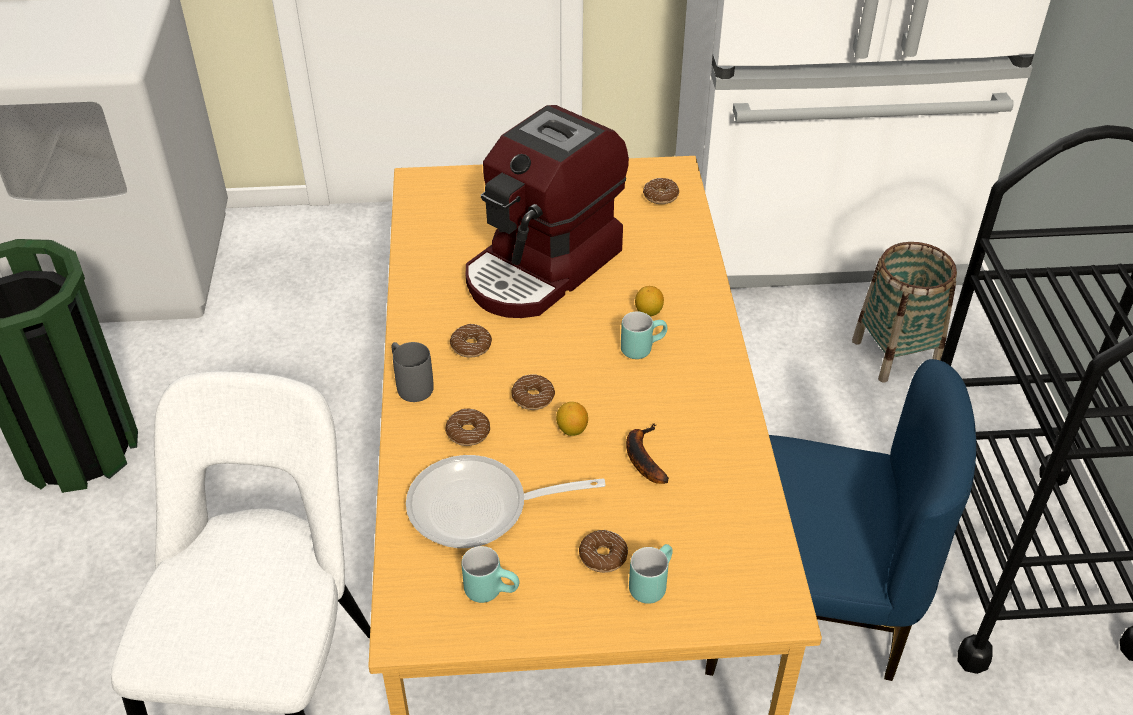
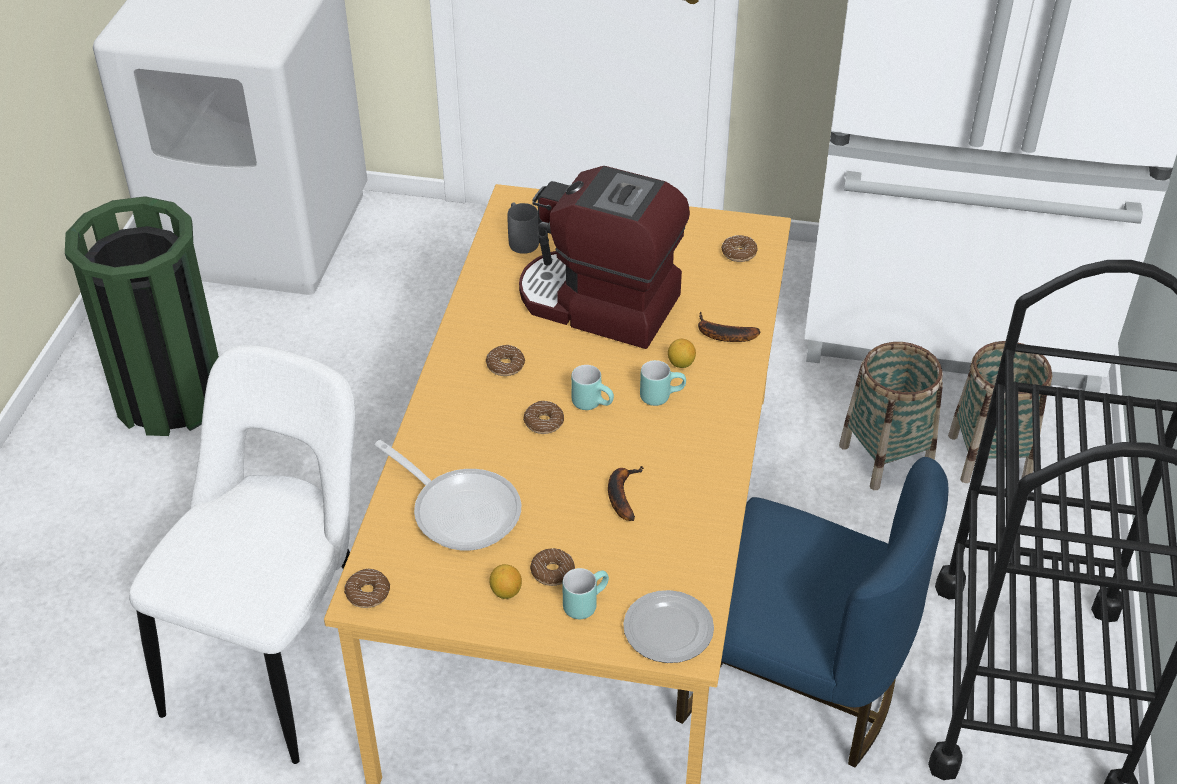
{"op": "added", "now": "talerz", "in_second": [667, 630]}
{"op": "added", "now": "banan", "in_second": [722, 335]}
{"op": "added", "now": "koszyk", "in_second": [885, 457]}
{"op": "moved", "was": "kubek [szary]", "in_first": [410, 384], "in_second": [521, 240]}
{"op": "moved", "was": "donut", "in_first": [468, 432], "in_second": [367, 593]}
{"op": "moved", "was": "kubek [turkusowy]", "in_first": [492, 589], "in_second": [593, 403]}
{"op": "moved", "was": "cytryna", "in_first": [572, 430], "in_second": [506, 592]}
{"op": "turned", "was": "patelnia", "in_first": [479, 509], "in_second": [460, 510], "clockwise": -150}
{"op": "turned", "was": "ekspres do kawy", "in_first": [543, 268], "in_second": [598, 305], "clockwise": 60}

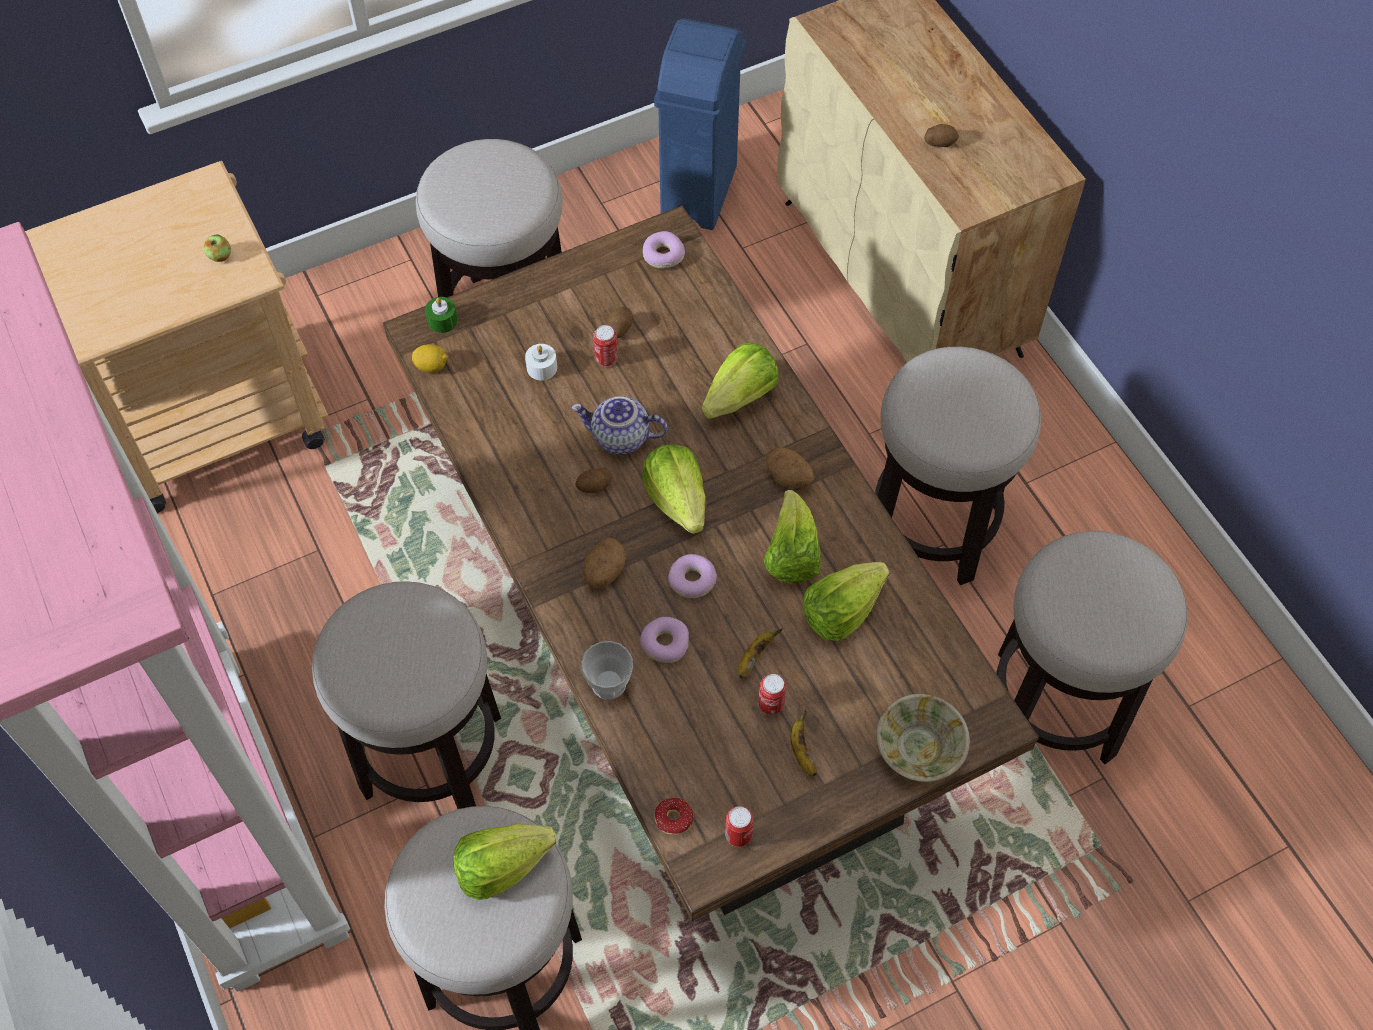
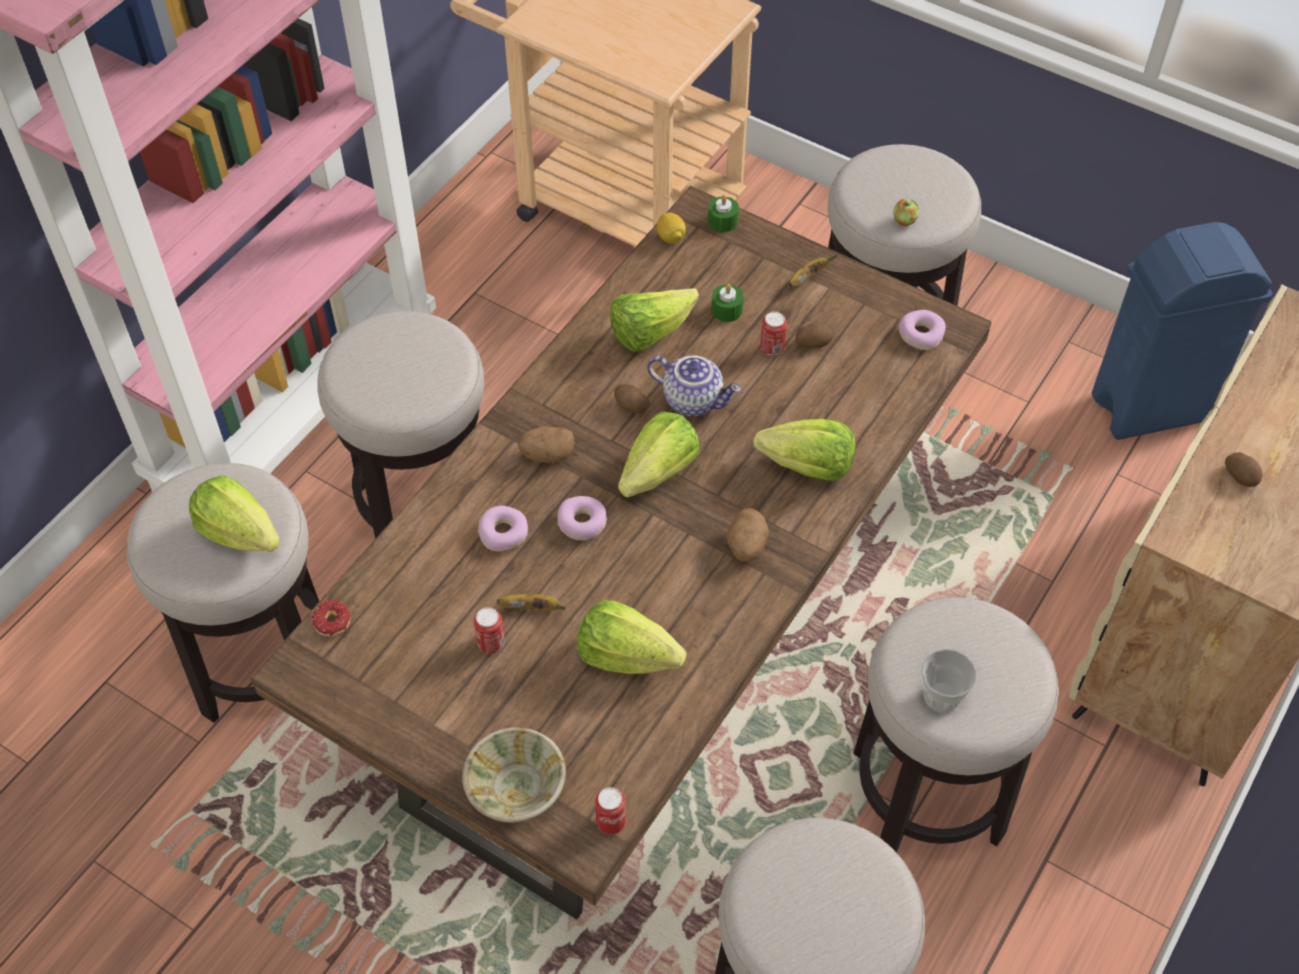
{"op": "moved", "was": "jabłko", "in_first": [220, 256], "in_second": [904, 220]}
{"op": "moved", "was": "filiżanka", "in_first": [608, 683], "in_second": [942, 696]}
{"op": "moved", "was": "puszka", "in_first": [738, 835], "in_second": [611, 822]}
{"op": "moved", "was": "sałata", "in_first": [791, 555], "in_second": [650, 333]}
{"op": "moved", "was": "banan", "in_first": [801, 751], "in_second": [807, 278]}
{"op": "recoloured", "was": "świeca [biały]", "now": "świeca [zielony]", "in_first": [542, 368], "in_second": [726, 310]}
{"op": "turned", "was": "imbryk", "in_first": [620, 438], "in_second": [694, 399], "clockwise": 135}

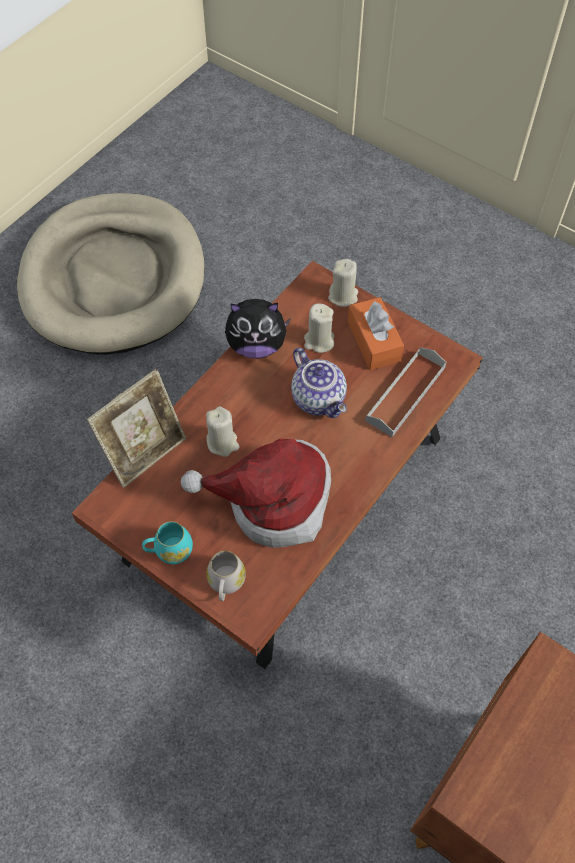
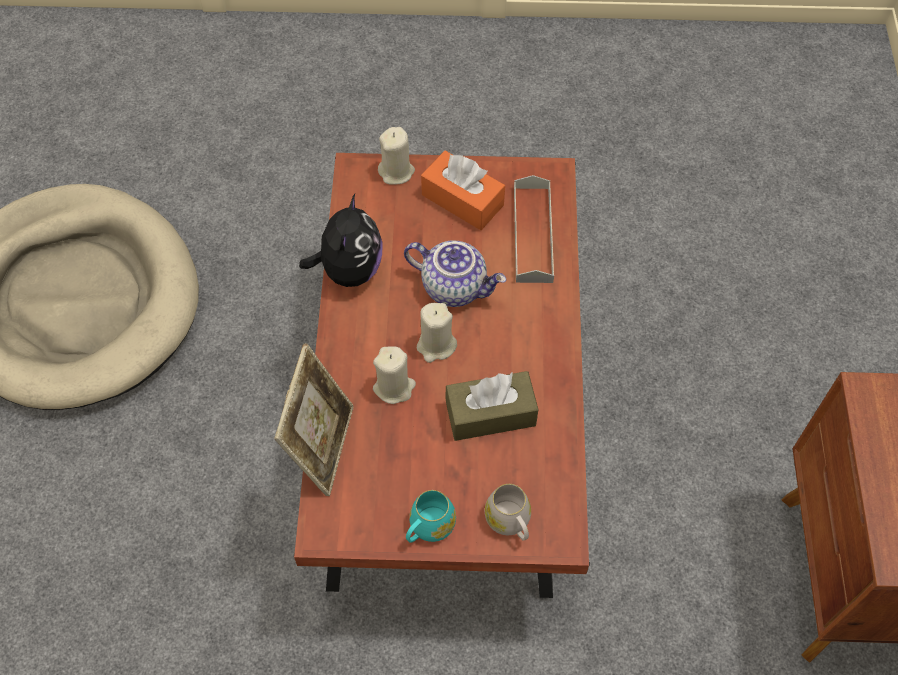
{"op": "moved", "was": "świeca [beżowy]", "in_first": [319, 341], "in_second": [436, 345]}
{"op": "replaced", "was": "kapelusz", "now": "pudełko chusteczek [brązowy]", "in_first": [272, 501], "in_second": [490, 414]}
{"op": "turned", "was": "pluszak", "in_first": [256, 345], "in_second": [349, 270], "clockwise": -45}

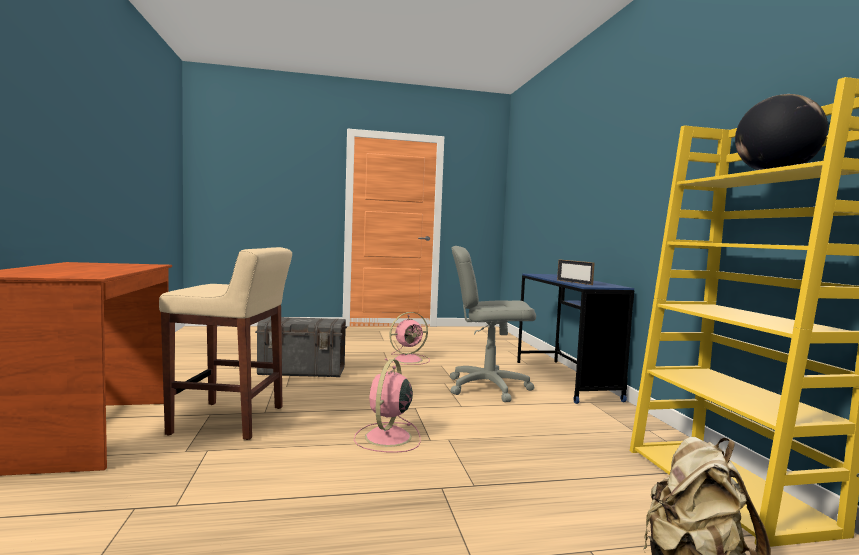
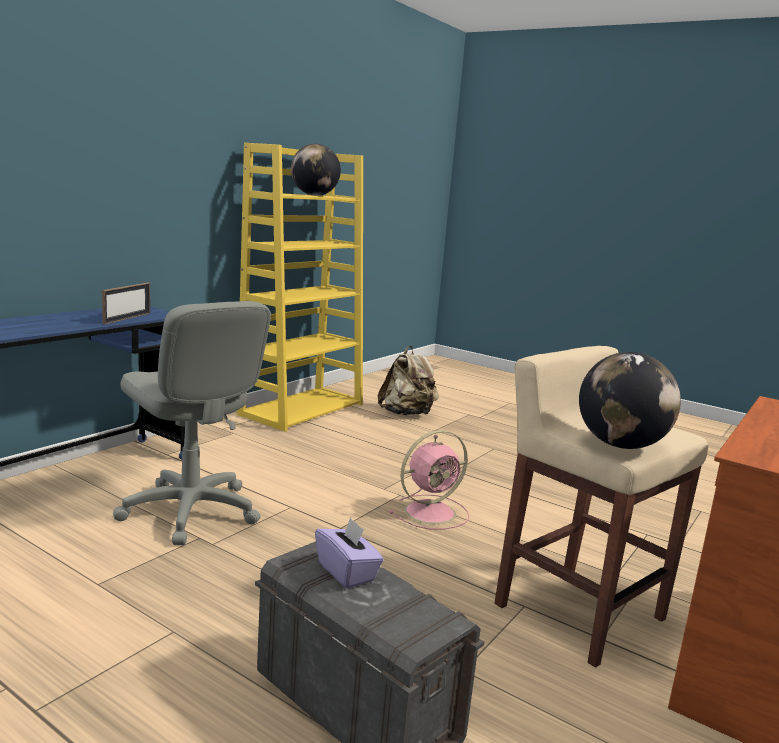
{"op": "removed", "was": "wentylator [różowy]", "in_first": [409, 359]}
{"op": "added", "now": "pudełko chusteczek [fioletowy]", "in_second": [347, 572]}
{"op": "added", "now": "globus", "in_second": [620, 445]}

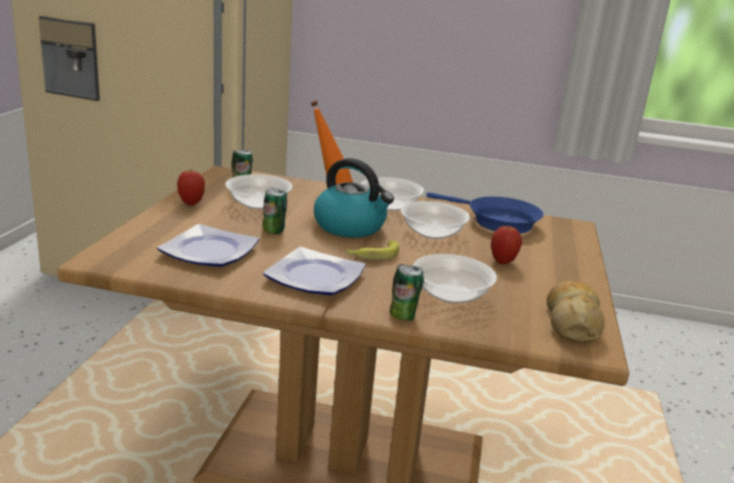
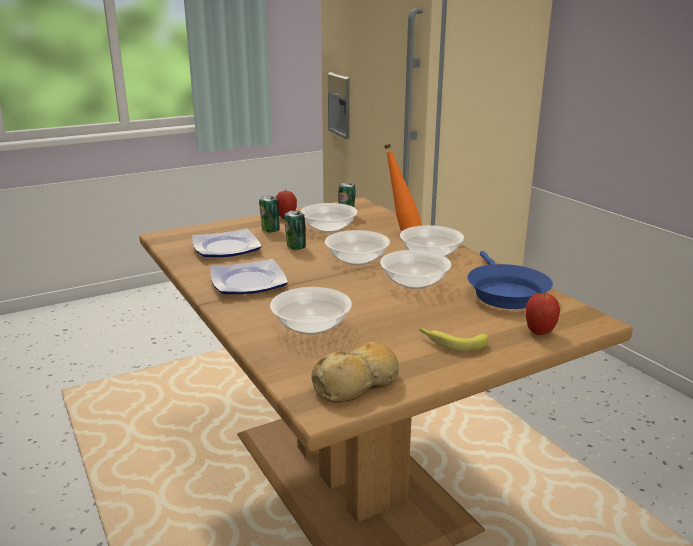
{"op": "moved", "was": "banan", "in_first": [372, 255], "in_second": [451, 342]}
{"op": "moved", "was": "puszka", "in_first": [403, 316], "in_second": [270, 230]}
{"op": "moved", "was": "jabłko", "in_first": [502, 262], "in_second": [539, 332]}
{"op": "replaced", "was": "czajnik", "now": "miska", "in_first": [350, 227], "in_second": [357, 260]}

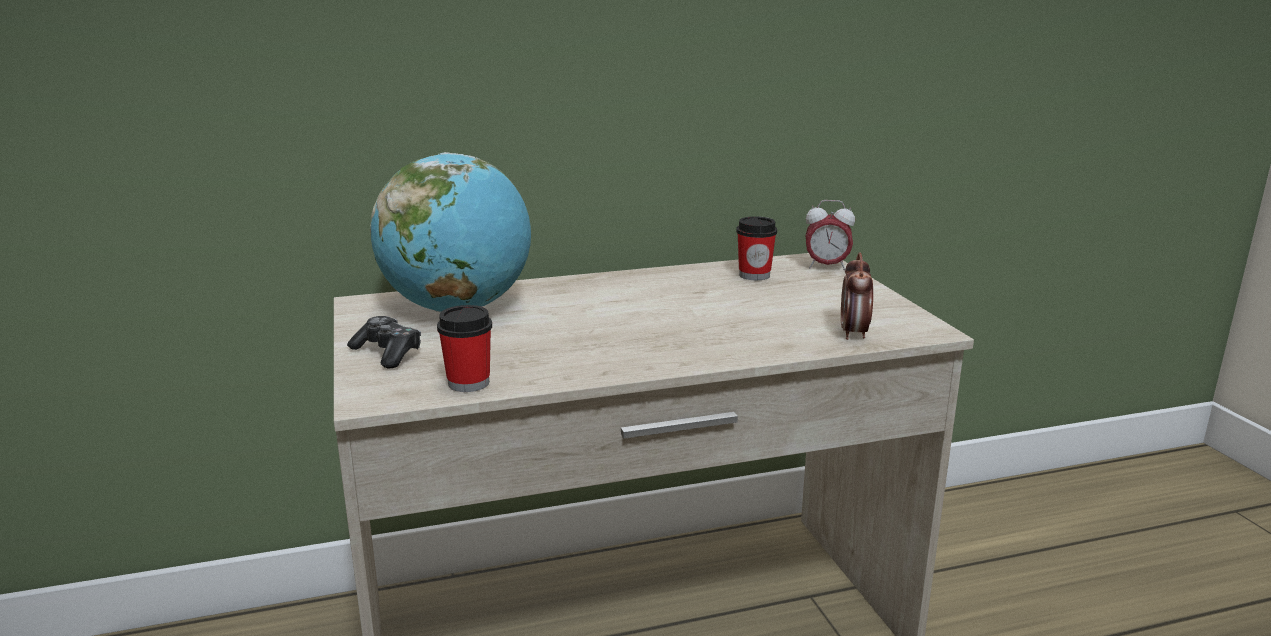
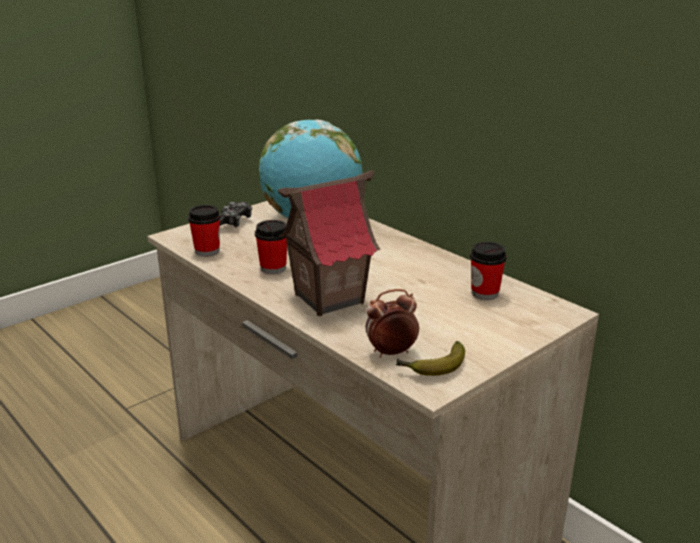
{"op": "removed", "was": "budzik", "in_first": [826, 267]}
{"op": "added", "now": "filiżanka", "in_second": [273, 268]}
{"op": "added", "now": "domek", "in_second": [328, 298]}
{"op": "added", "now": "banan", "in_second": [433, 367]}

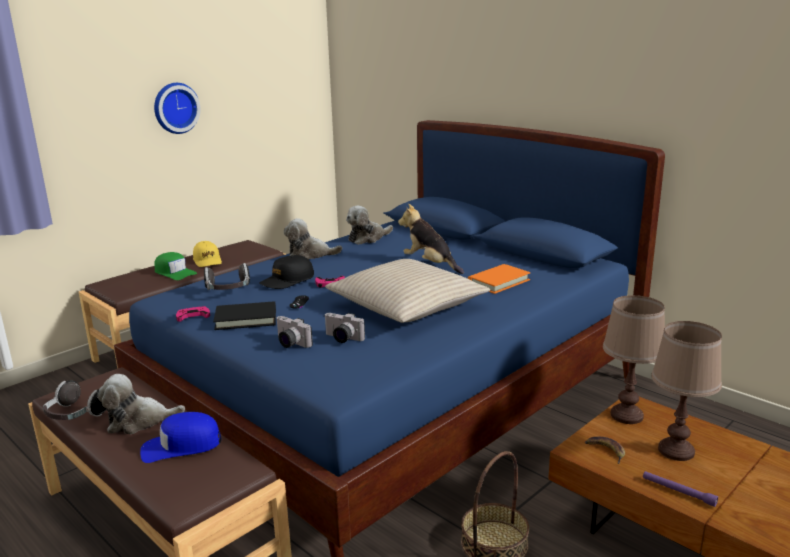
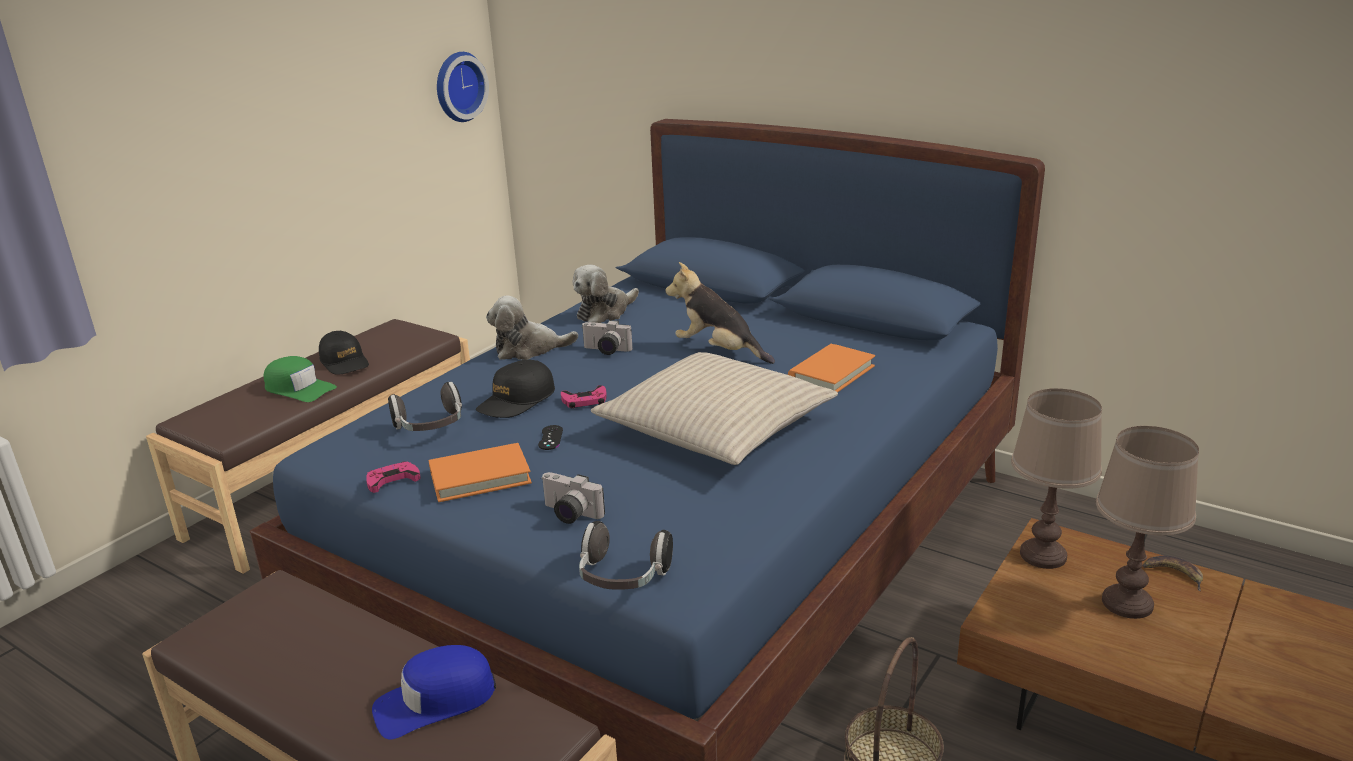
{"op": "removed", "was": "pluszak", "in_first": [139, 421]}
{"op": "removed", "was": "latarka [fioletowy]", "in_first": [678, 492]}
{"op": "moved", "was": "słuchawki", "in_first": [75, 415], "in_second": [623, 578]}
{"op": "moved", "was": "zegar ścienny", "in_first": [175, 108], "in_second": [457, 86]}
{"op": "moved", "was": "aparat fotograficzny", "in_first": [342, 339], "in_second": [605, 351]}
{"op": "moved", "was": "banan", "in_first": [605, 450], "in_second": [1173, 574]}
{"op": "recoloured", "was": "czapka z daszkiem [żółty]", "now": "czapka z daszkiem [czarny]", "in_first": [207, 261], "in_second": [344, 362]}
{"op": "recoloured", "was": "książka [czarny]", "now": "książka [pomarańczowy]", "in_first": [246, 319], "in_second": [480, 477]}

